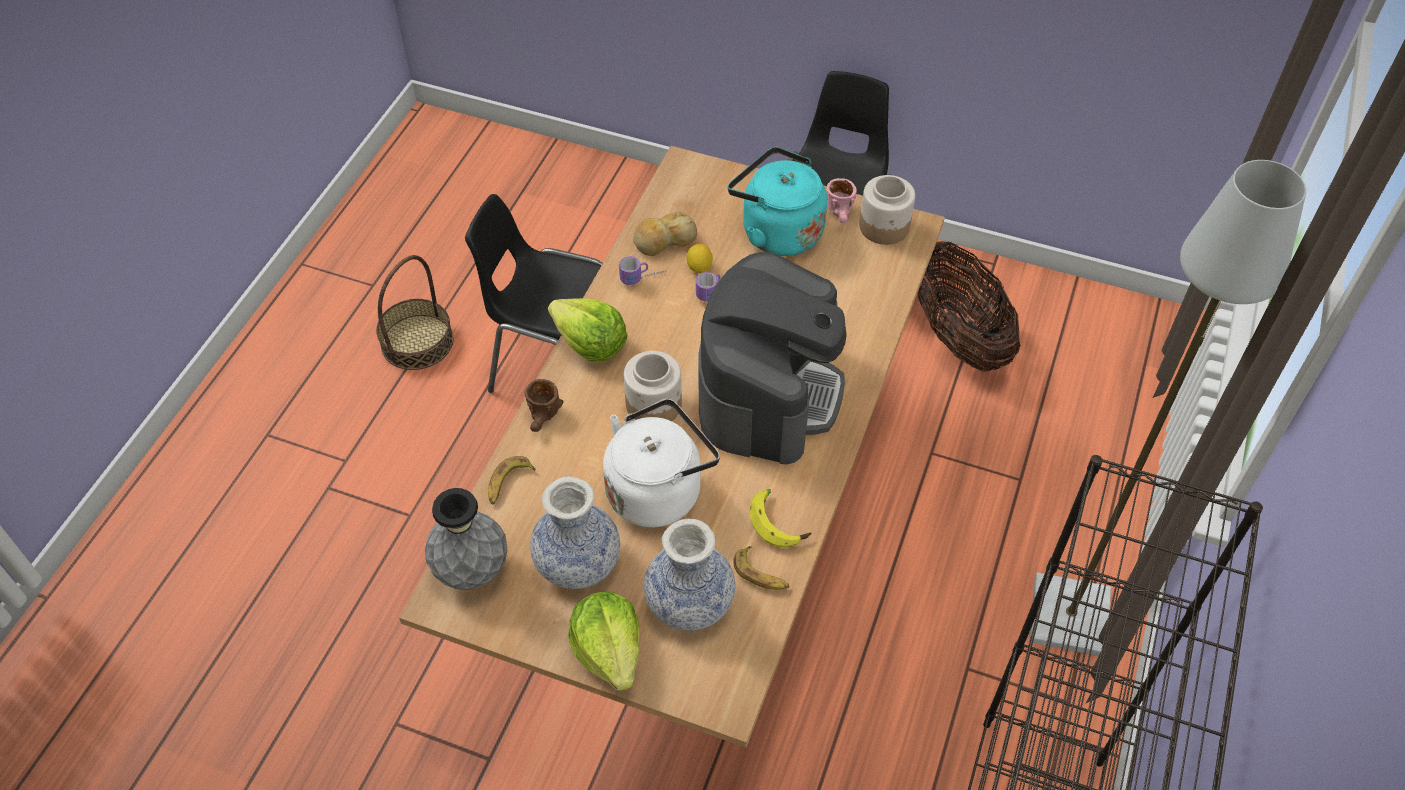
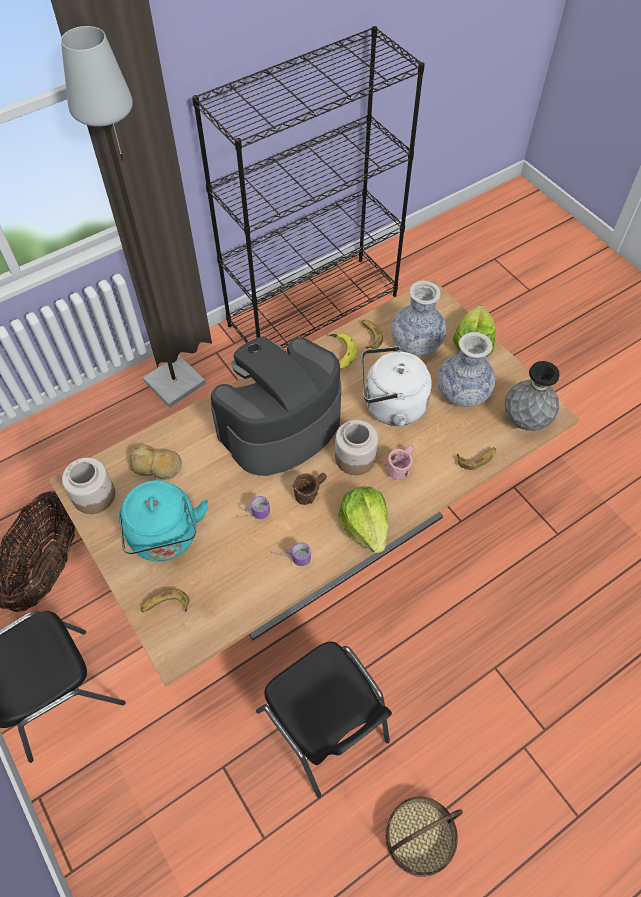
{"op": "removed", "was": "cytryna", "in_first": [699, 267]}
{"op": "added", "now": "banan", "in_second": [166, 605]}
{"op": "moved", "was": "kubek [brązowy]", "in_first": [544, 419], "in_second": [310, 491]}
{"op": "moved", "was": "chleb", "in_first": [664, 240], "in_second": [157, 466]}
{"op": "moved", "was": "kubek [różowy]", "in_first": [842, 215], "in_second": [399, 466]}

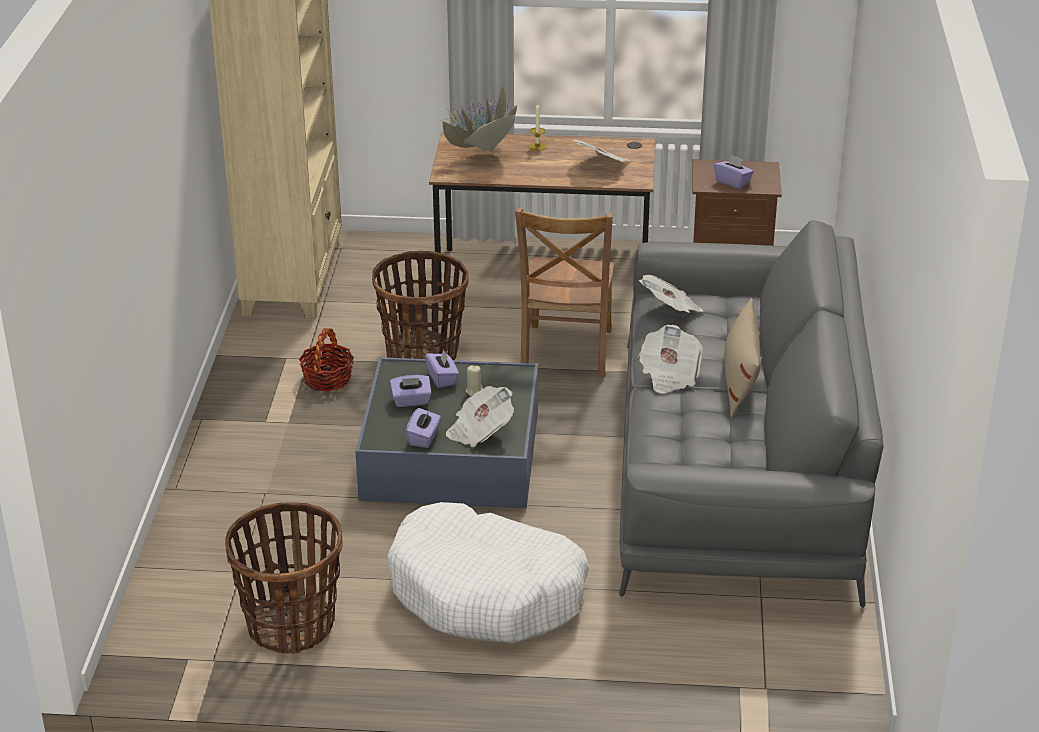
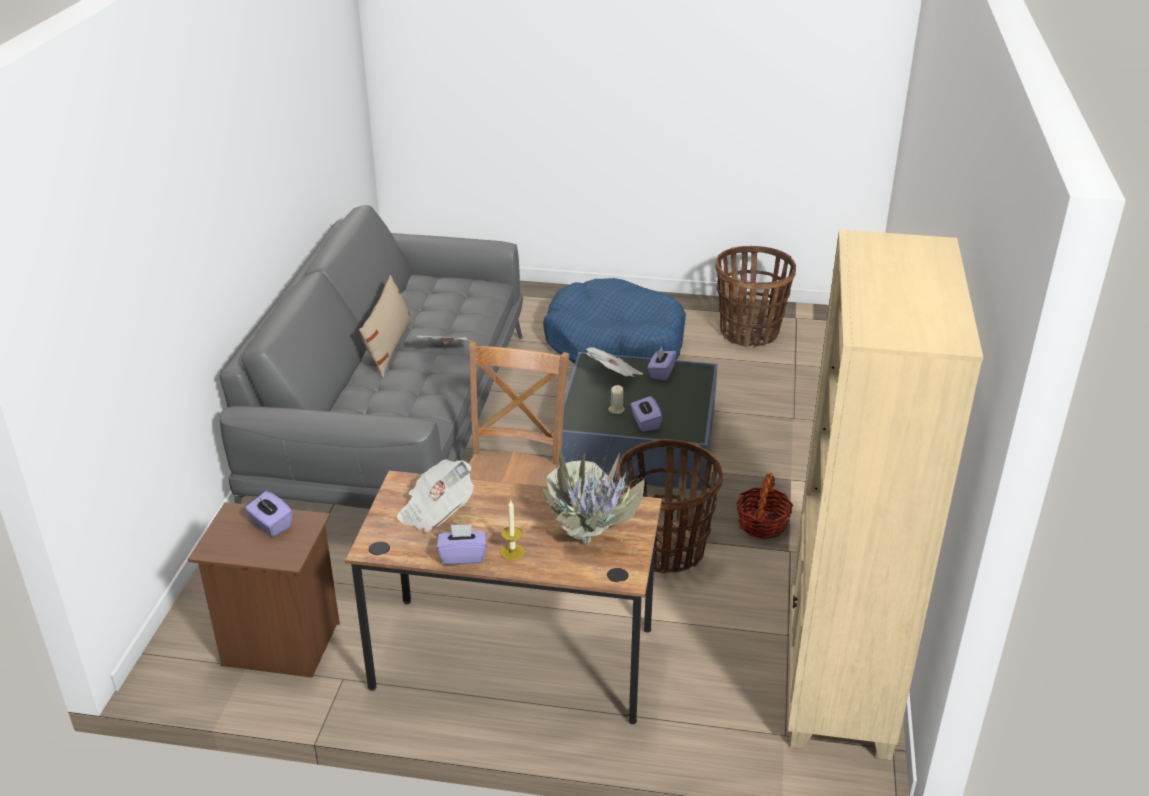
{"op": "removed", "was": "gazeta", "in_first": [670, 309]}
{"op": "moved", "was": "pudełko chusteczek [fioletowy]", "in_first": [411, 401], "in_second": [462, 556]}
{"op": "recoloured", "was": "legowisko [biały]", "now": "legowisko [niebieski]", "in_first": [487, 593], "in_second": [614, 344]}

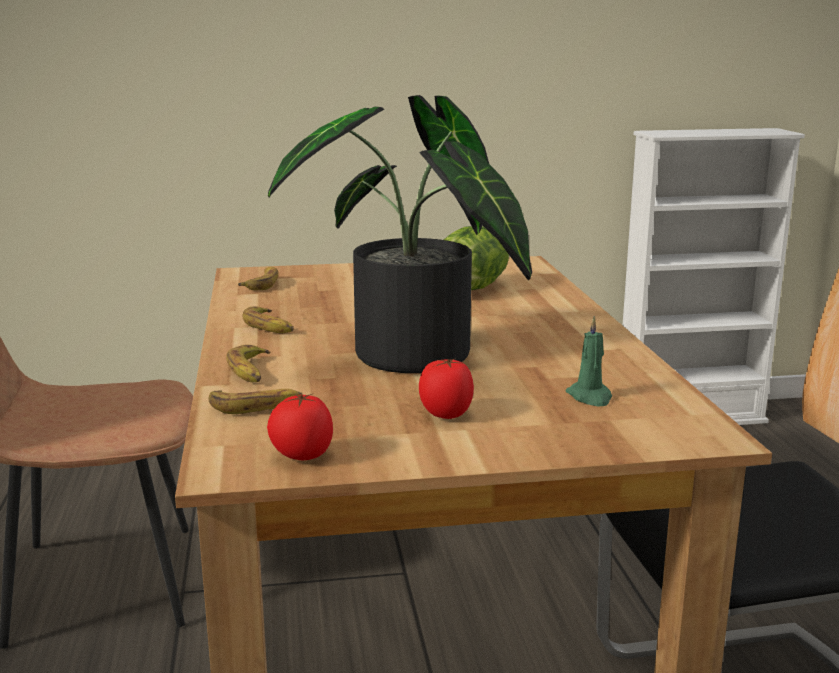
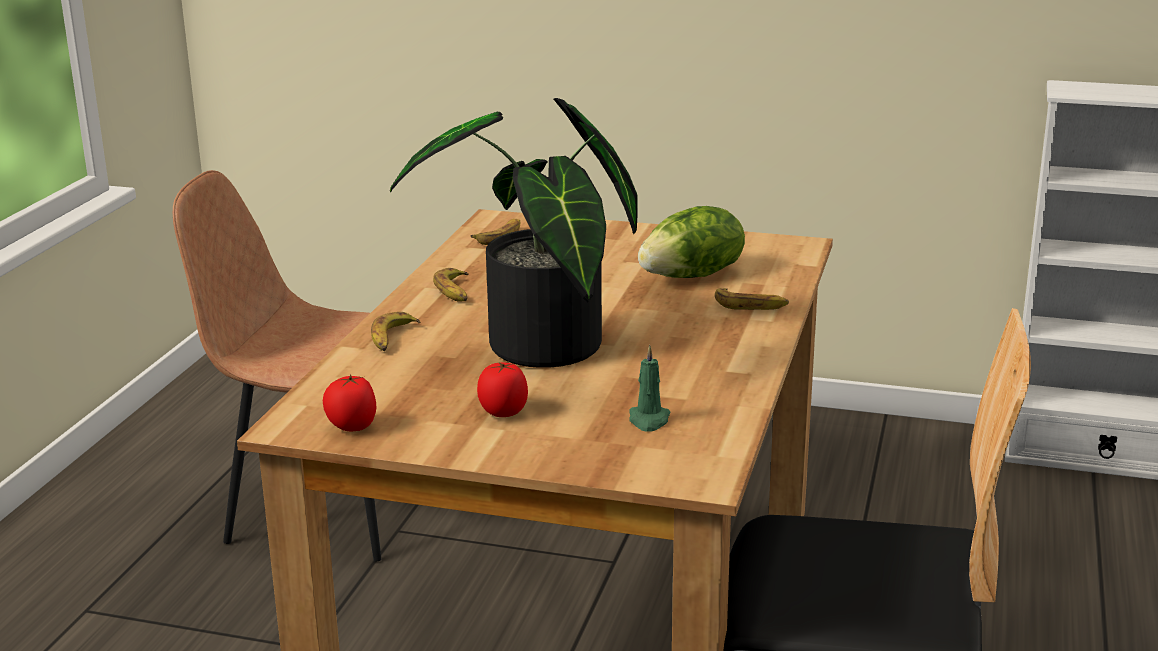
{"op": "moved", "was": "banan", "in_first": [256, 406], "in_second": [751, 305]}

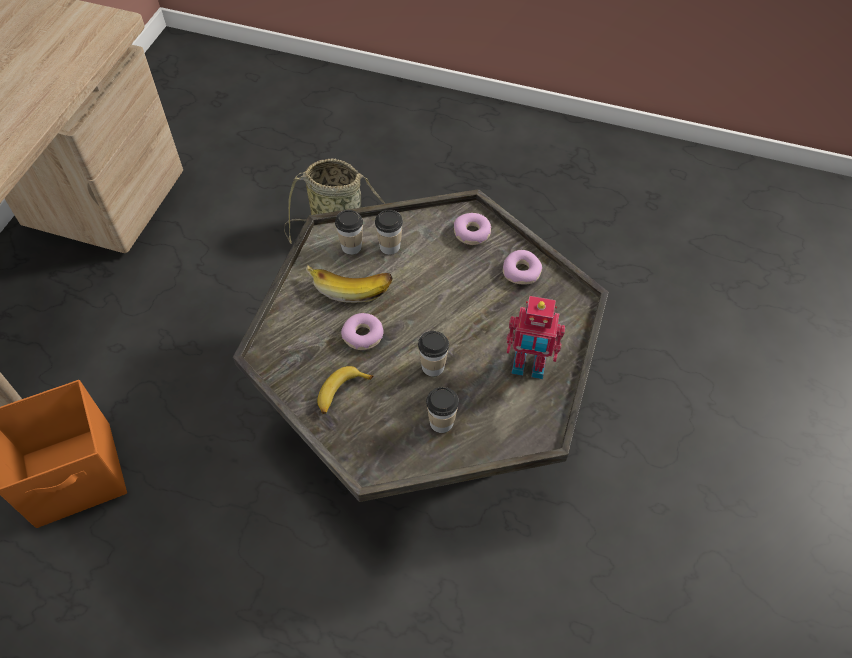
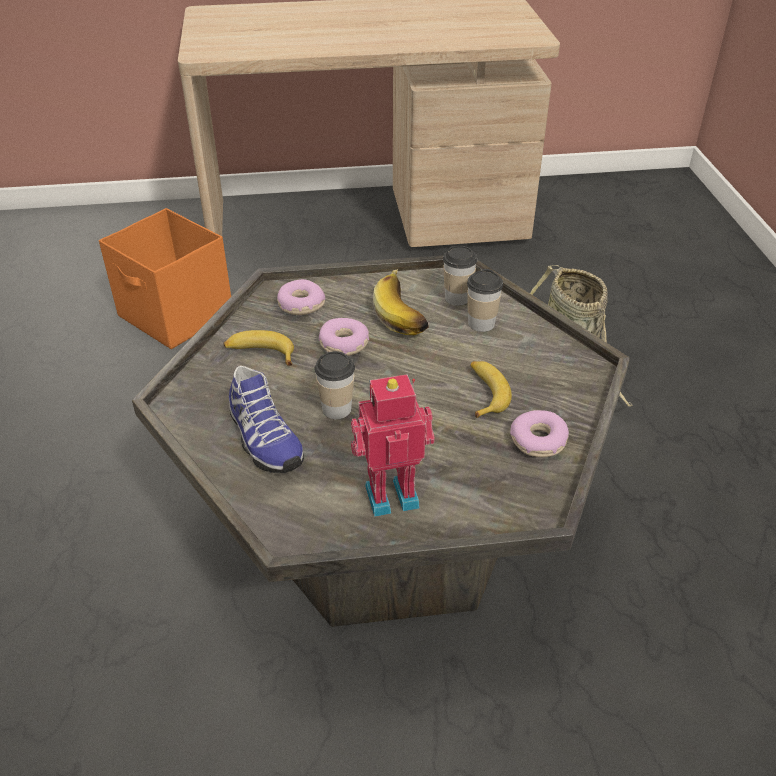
{"op": "added", "now": "banan", "in_second": [484, 393]}
{"op": "moved", "was": "donut", "in_first": [472, 233], "in_second": [300, 305]}
{"op": "replaced", "was": "filiżanka", "now": "but", "in_first": [441, 422], "in_second": [262, 440]}
{"op": "turned", "was": "robot zabawkowy", "in_first": [528, 367], "in_second": [391, 493], "clockwise": 90}

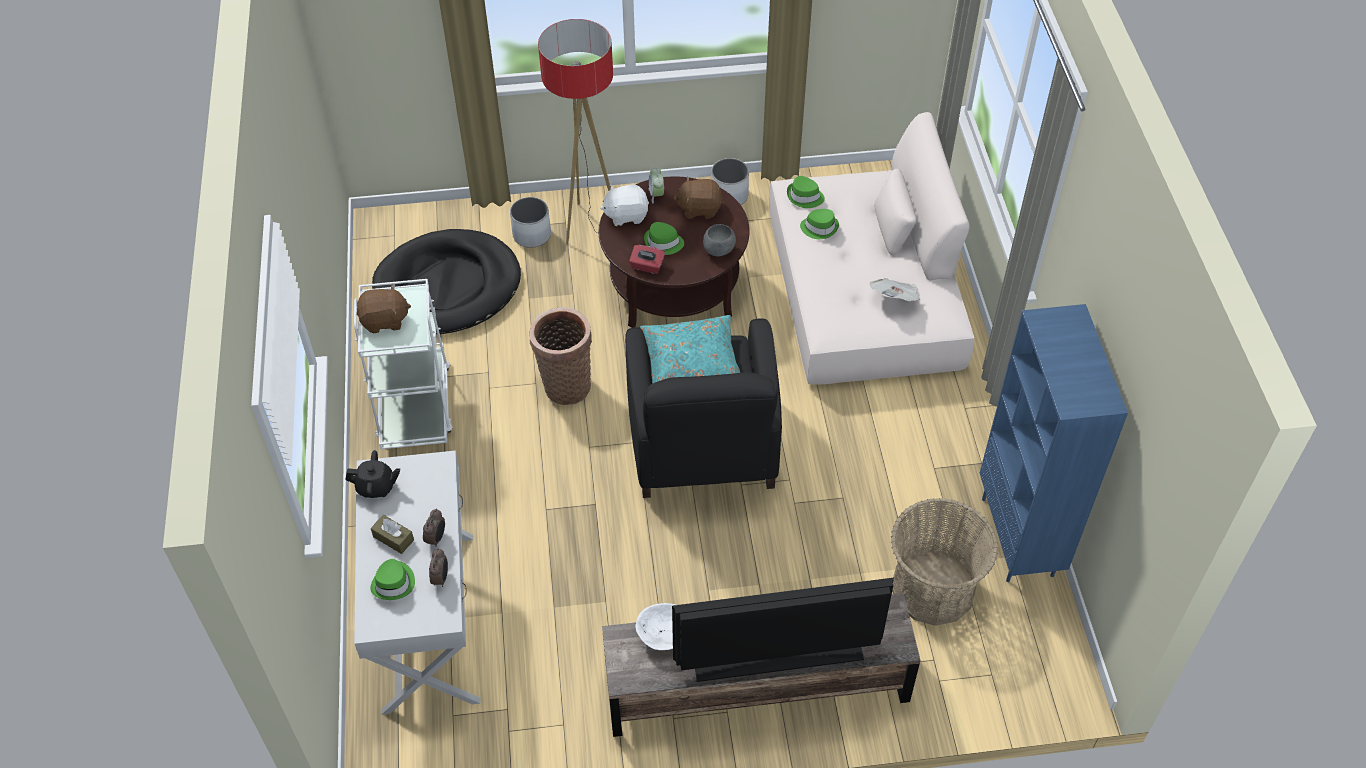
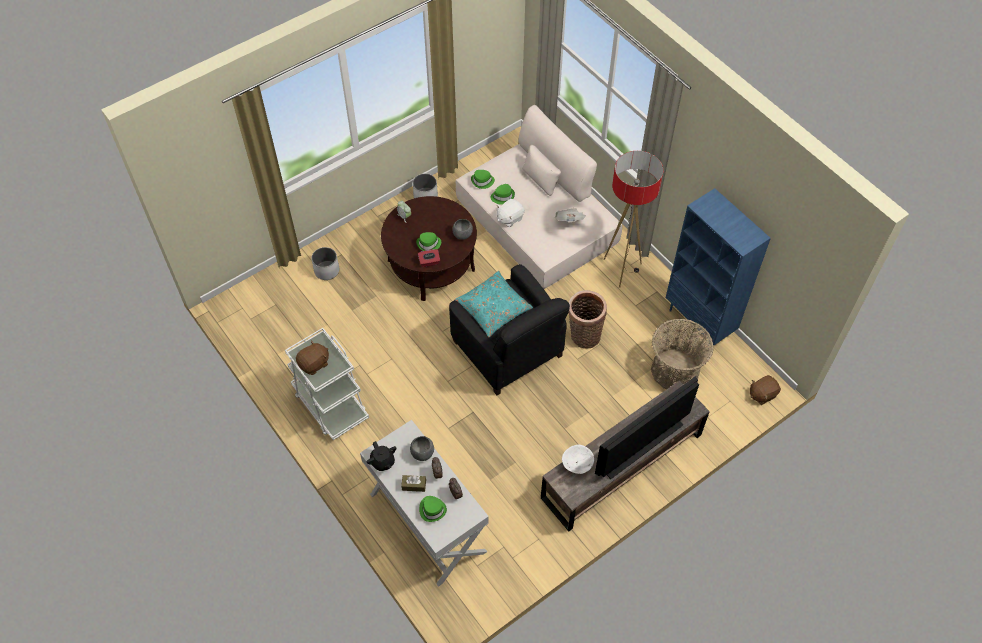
{"op": "removed", "was": "legowisko [czarny]", "in_first": [448, 286]}
{"op": "added", "now": "miska [szary]", "in_second": [422, 453]}
{"op": "moved", "was": "koszyk", "in_first": [565, 384], "in_second": [583, 335]}
{"op": "moved", "was": "lampa stojąca", "in_first": [589, 226], "in_second": [621, 270]}
{"op": "moved", "was": "pluszak [biały]", "in_first": [626, 215], "in_second": [509, 218]}
{"op": "moved", "was": "pluszak [brązowy]", "in_first": [699, 208], "in_second": [762, 394]}
{"op": "turned", "was": "imbryk [czarny]", "in_first": [376, 487], "in_second": [382, 462], "clockwise": 90}

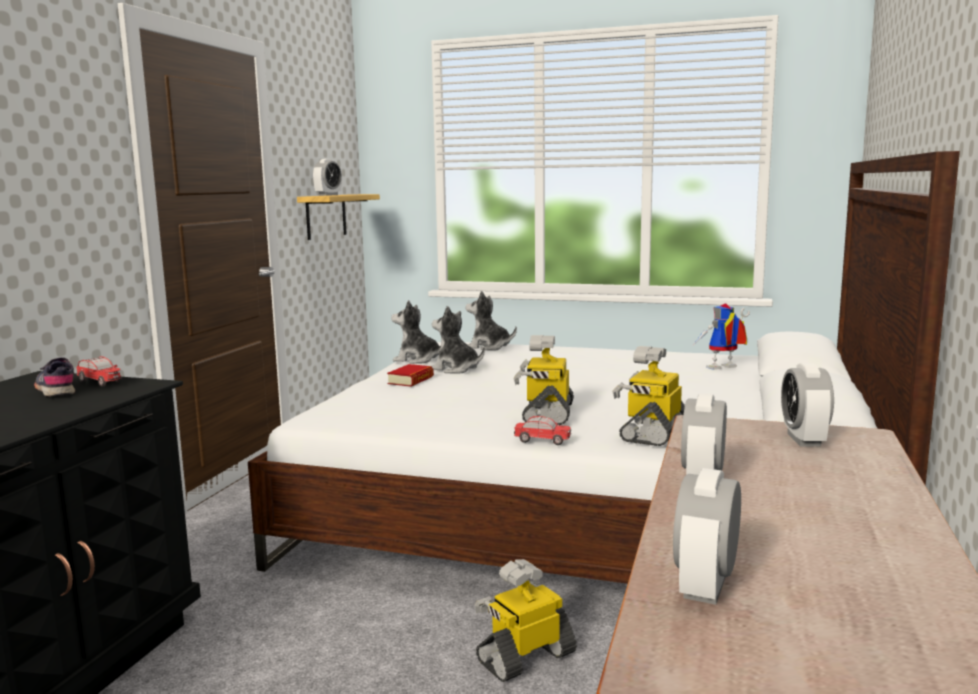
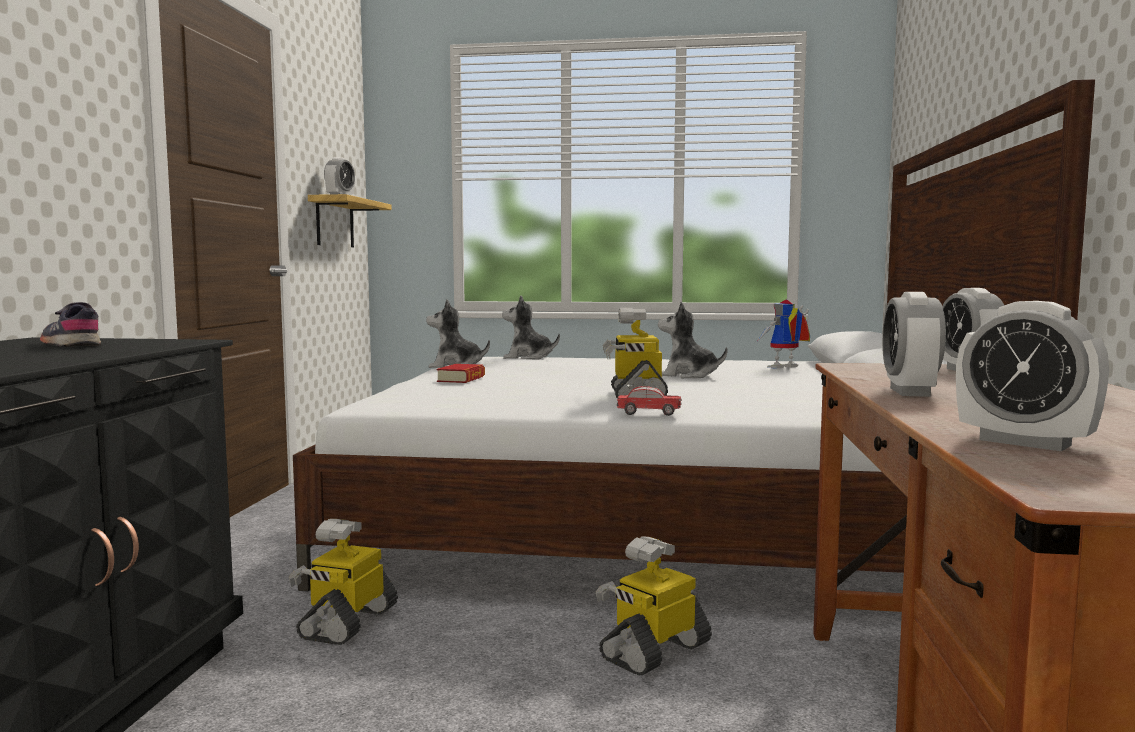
{"op": "removed", "was": "samochodzik", "in_first": [100, 383]}
{"op": "moved", "was": "pluszak", "in_first": [456, 369], "in_second": [688, 375]}
{"op": "moved", "was": "robot zabawkowy", "in_first": [652, 432], "in_second": [347, 622]}
{"op": "turned", "was": "budzik", "in_first": [705, 586], "in_second": [1024, 442], "clockwise": -60}

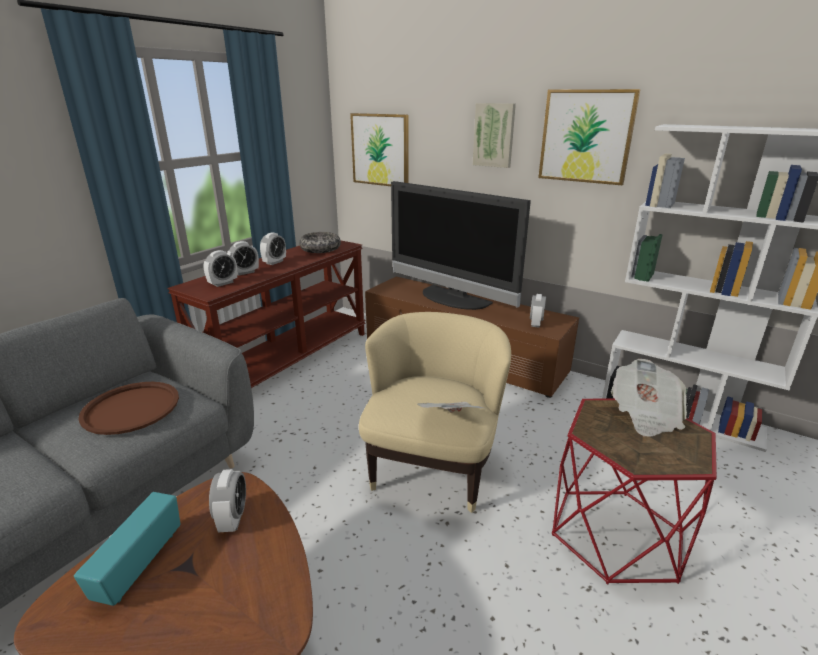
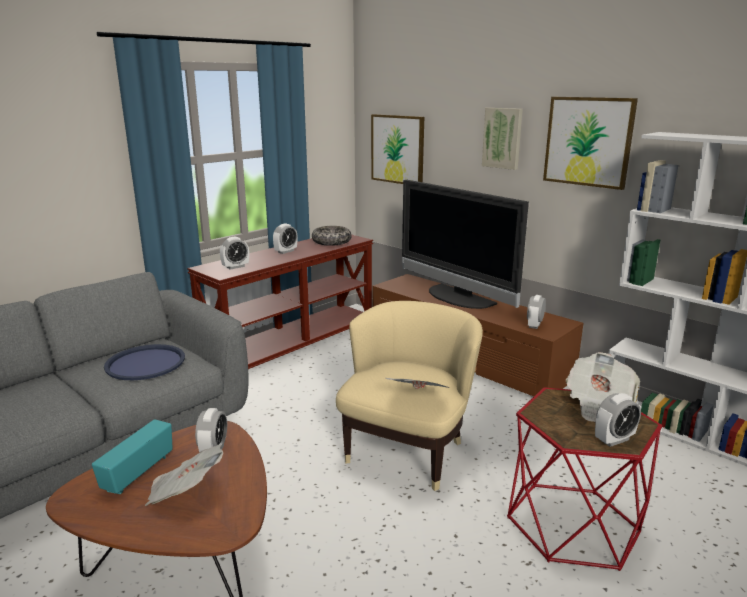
{"op": "added", "now": "gazeta", "in_second": [185, 492]}
{"op": "moved", "was": "budzik", "in_first": [245, 272], "in_second": [614, 440]}
{"op": "recoloured", "was": "taca [brązowy]", "now": "taca [niebieski]", "in_first": [131, 408], "in_second": [145, 363]}

